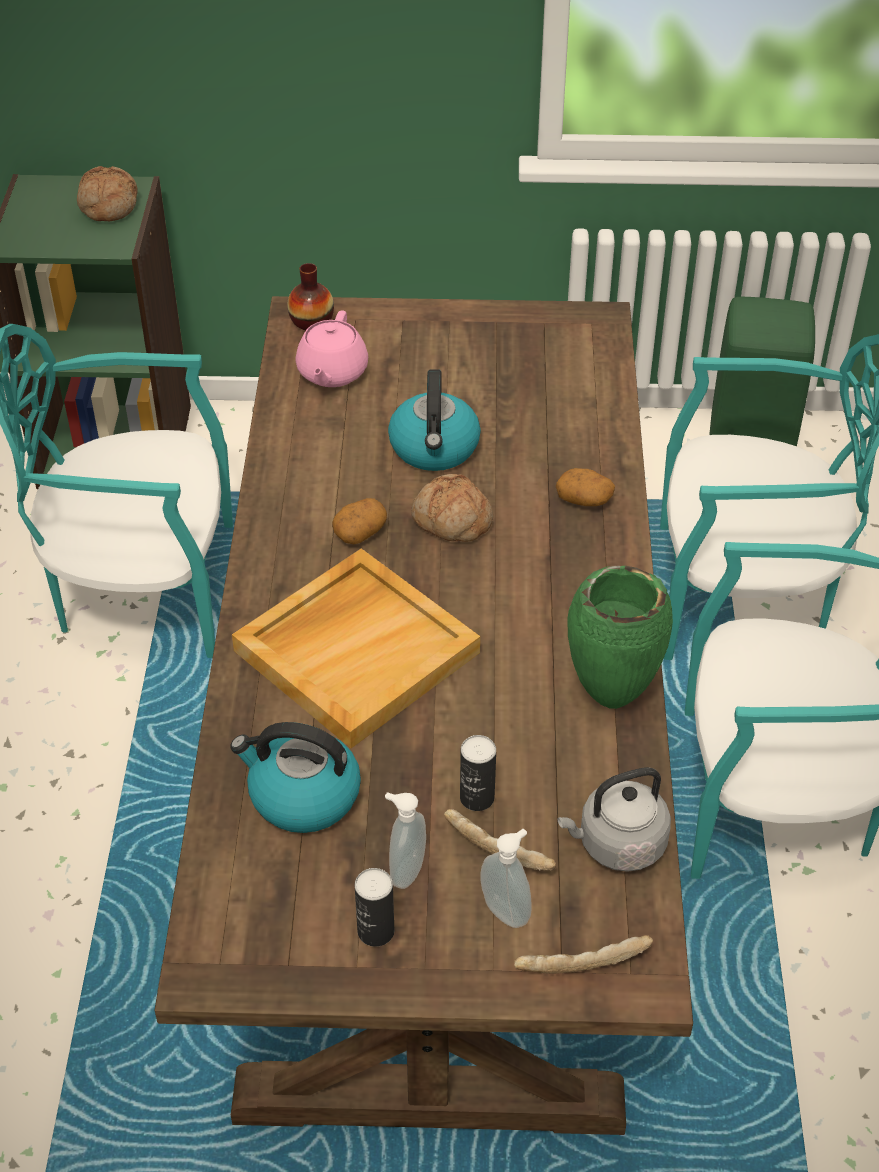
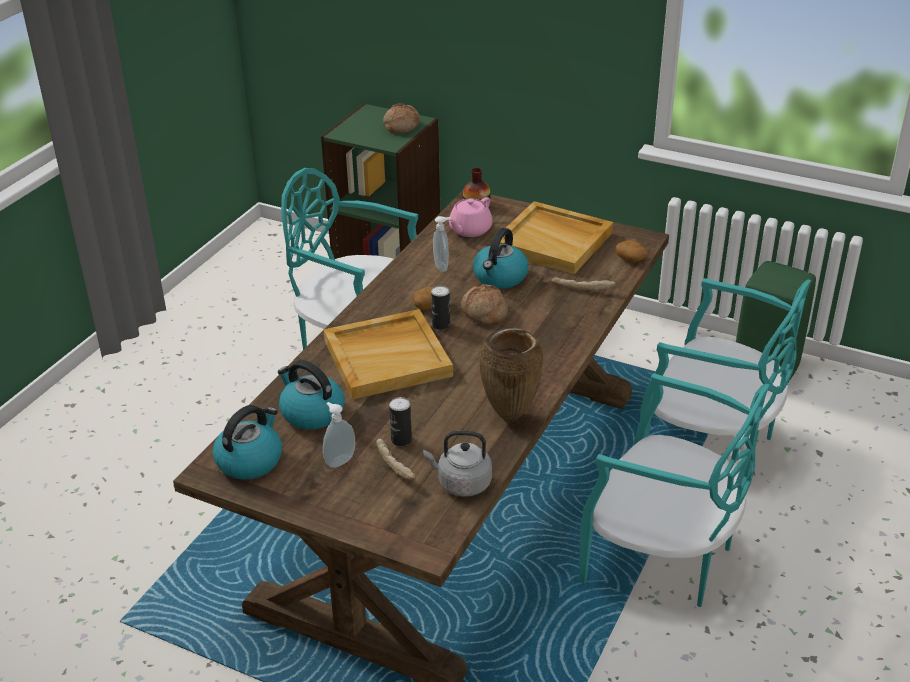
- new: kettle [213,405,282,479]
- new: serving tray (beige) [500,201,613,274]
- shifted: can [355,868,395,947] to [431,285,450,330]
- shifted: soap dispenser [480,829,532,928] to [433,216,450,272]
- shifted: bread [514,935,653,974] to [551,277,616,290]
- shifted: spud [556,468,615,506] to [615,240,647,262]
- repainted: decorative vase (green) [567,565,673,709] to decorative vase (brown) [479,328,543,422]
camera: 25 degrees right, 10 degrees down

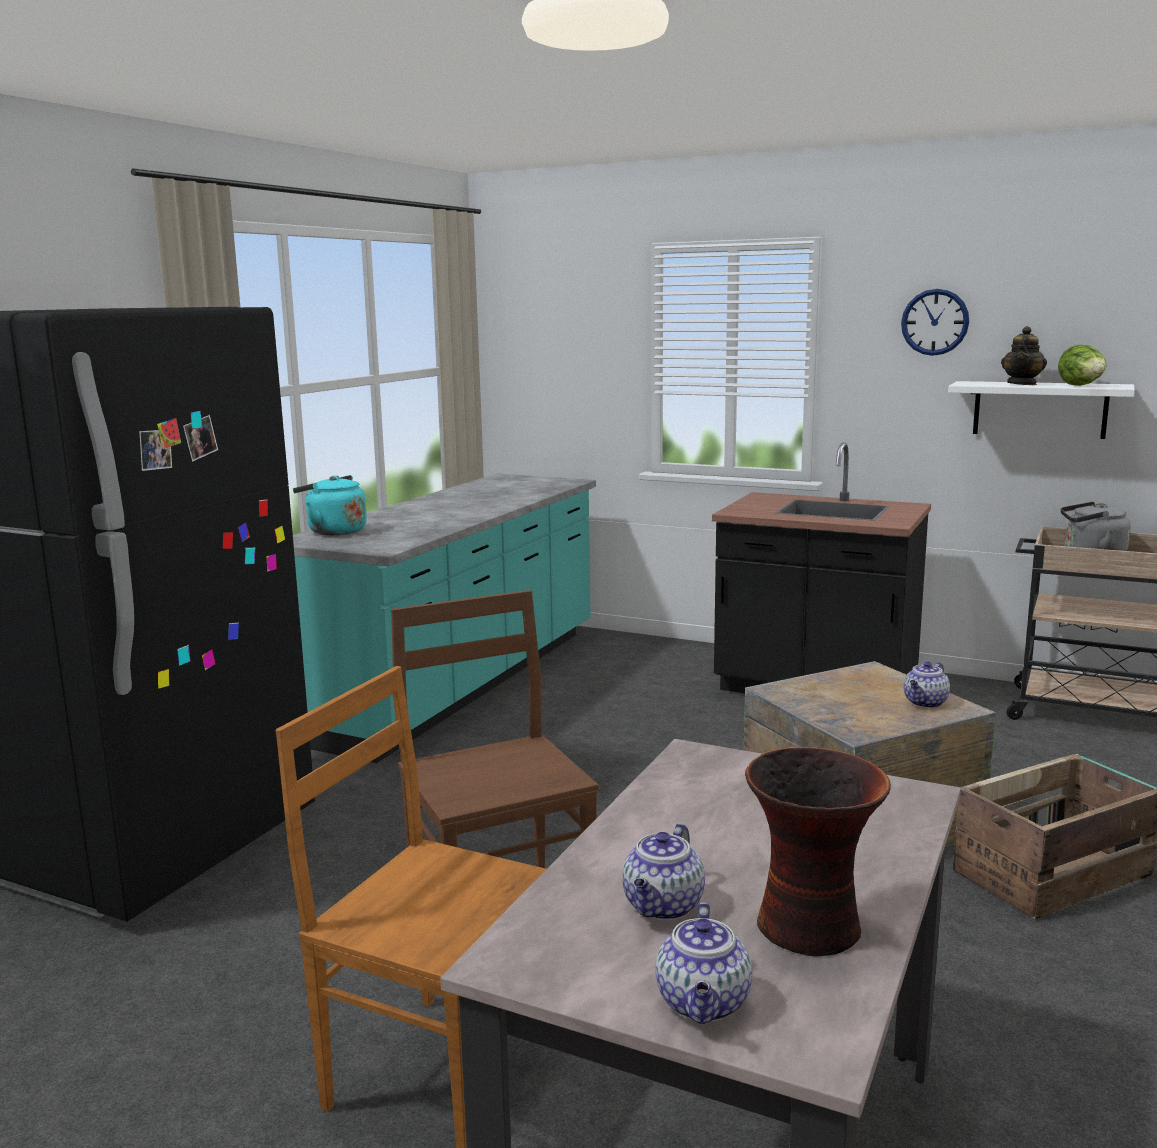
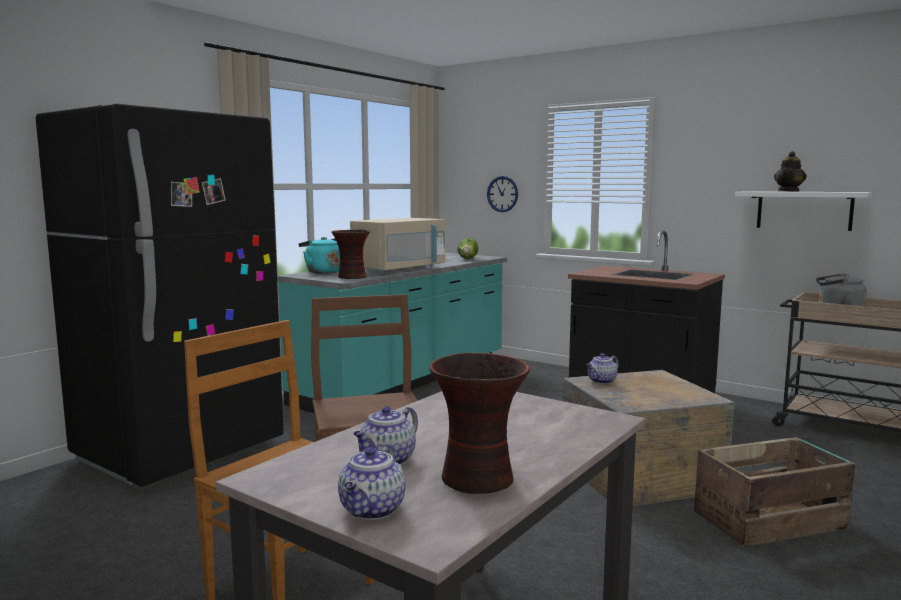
- new: decorative vase [331,229,370,279]
- new: microwave oven (beige) [350,218,445,274]
- shifted: hanging clock [901,289,969,356] to [487,176,518,212]
- shifted: pot for tea [904,661,950,708] to [586,353,619,384]
- shifted: lettuce head [1058,345,1106,386] to [457,237,478,259]
camera: 10 degrees right, 5 degrees down

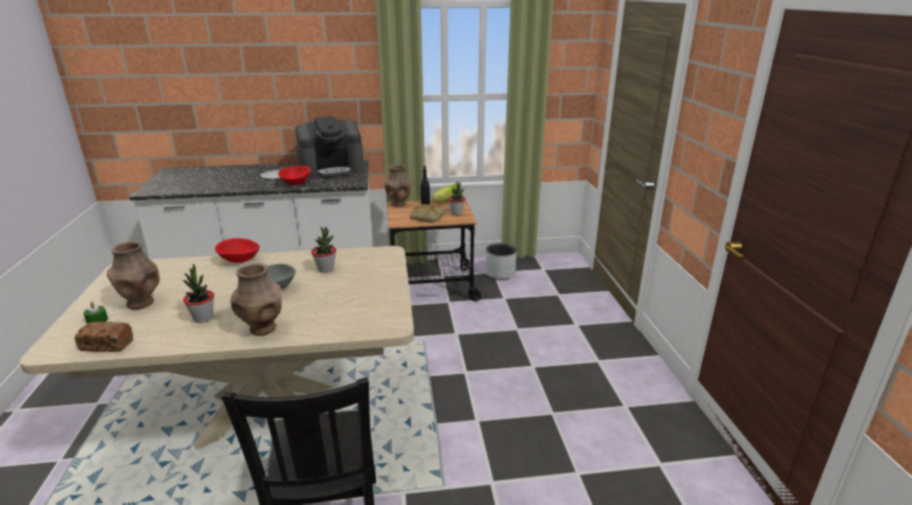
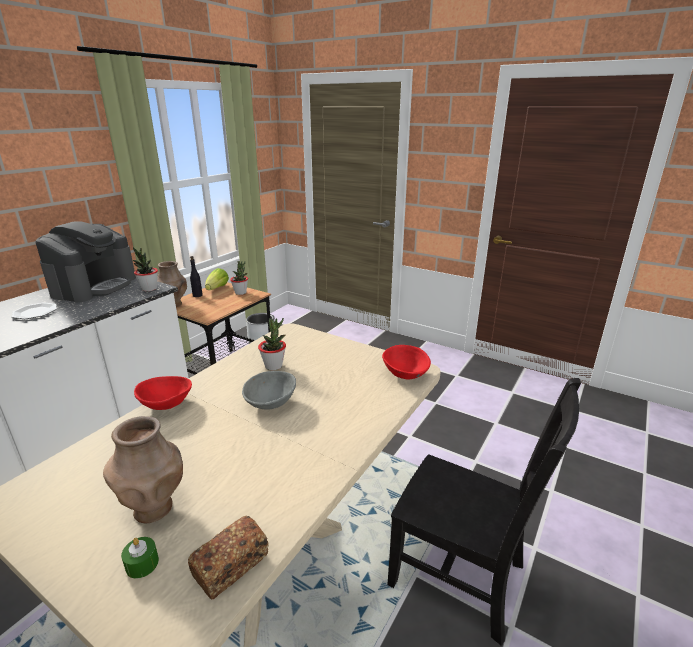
- gone: decorative vase (brown) [231,263,282,336]
- gone: bread [410,204,445,223]
- shifted: houseplant [183,264,214,323] to [133,247,158,291]
- shifted: deep dish (red) [278,166,311,185] to [382,345,431,380]
camera: 50 degrees left, 0 degrees up

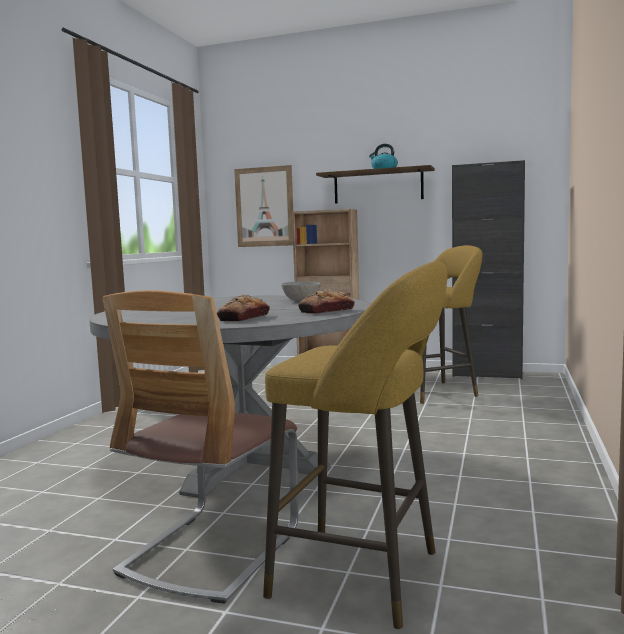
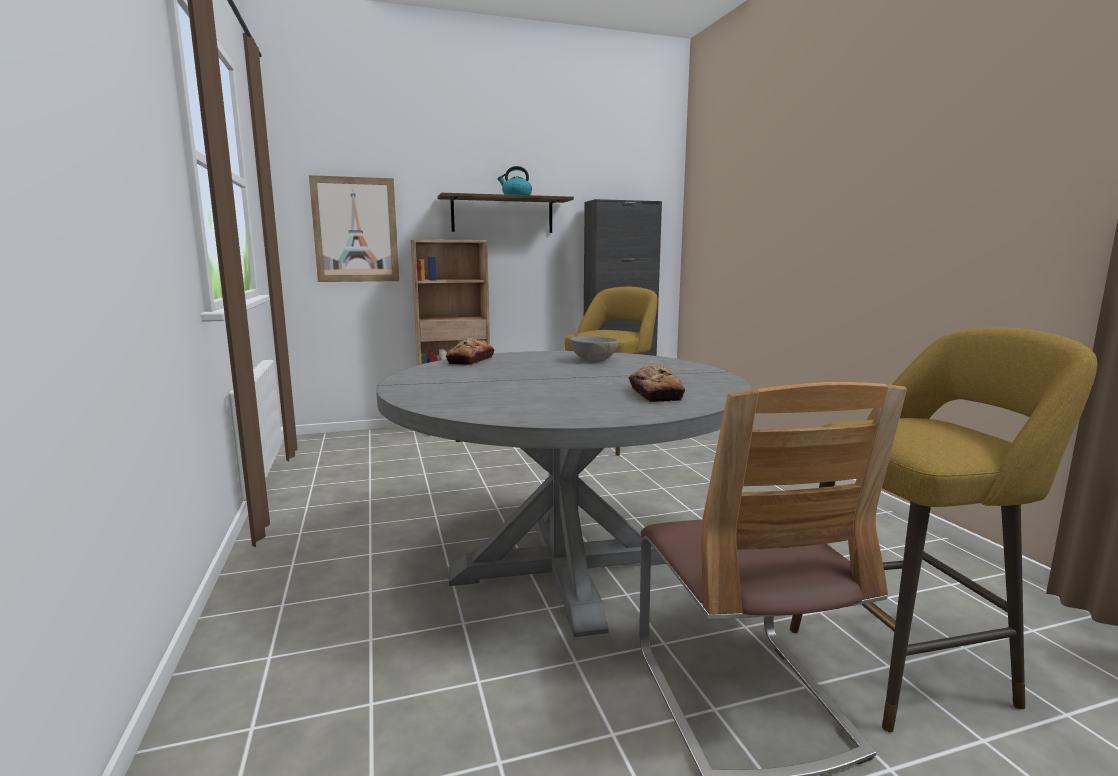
- shifted: bread [298,289,355,314] to [446,338,494,365]
camera: 35 degrees left, 5 degrees up

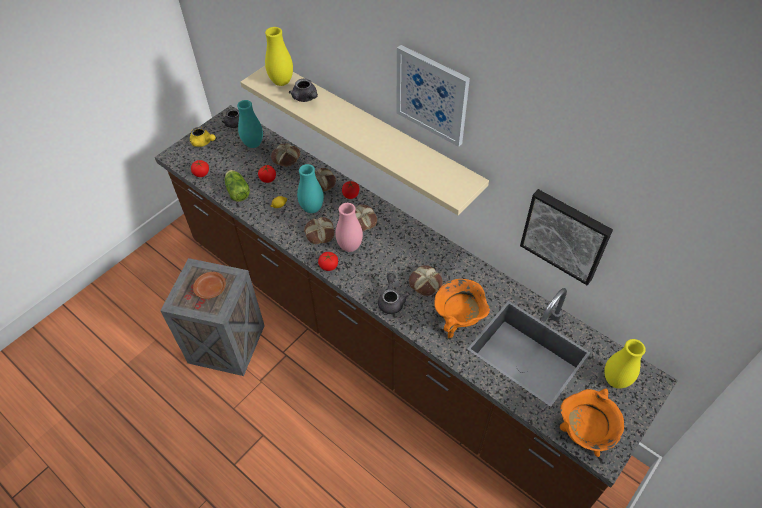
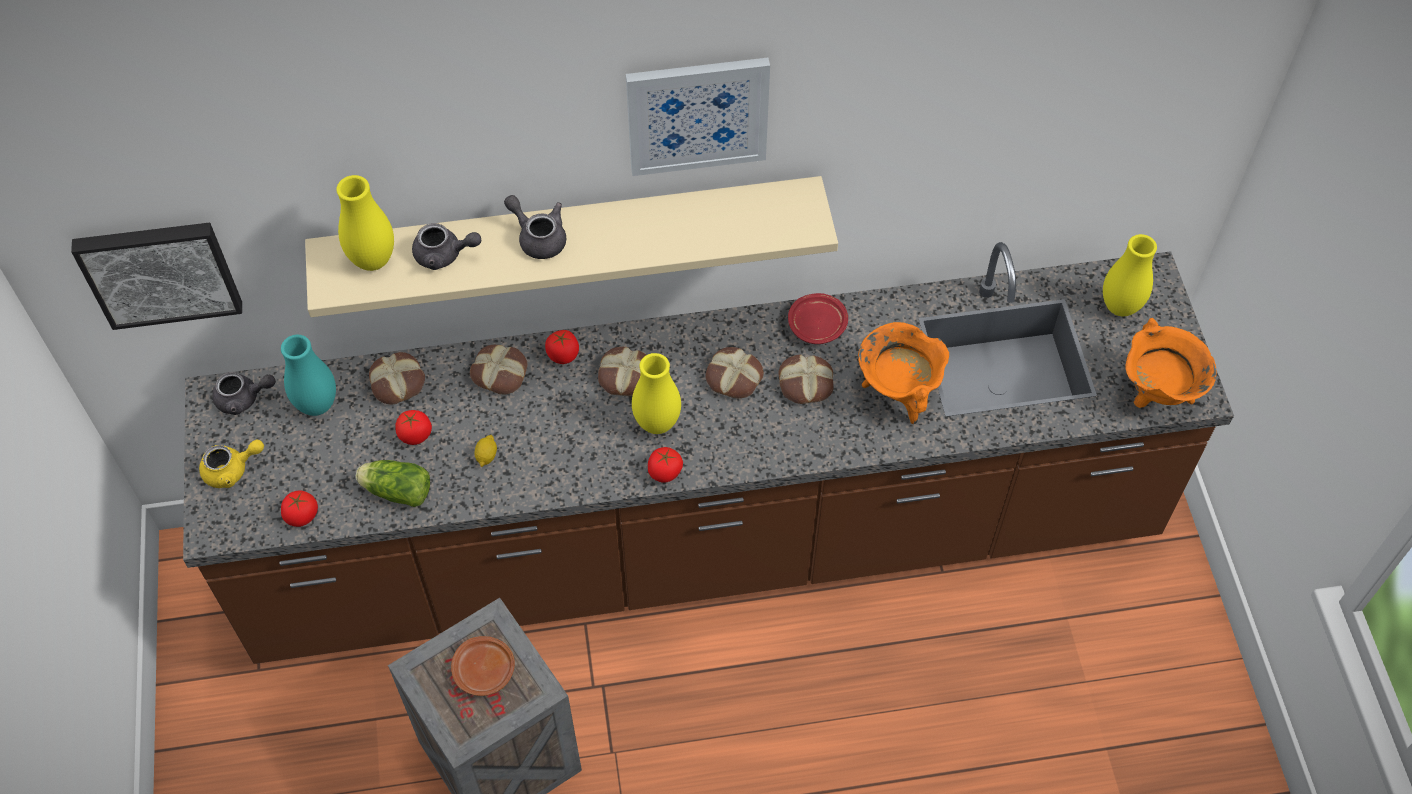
- gone: decorative vase (turquoise-coloured) [297,164,324,213]
- new: flat dish (red) [788,293,848,344]
- shifted: bread [304,217,334,244] to [705,347,764,398]
- shifted: pot for tea (gray) [378,273,410,314] to [504,195,566,259]
- shifted: picture [520,189,613,285] to [71,222,242,330]
- repainted: decorative vase (pink-coloured) [335,203,363,252] to decorative vase (yellow) [632,353,681,434]
camera: 50 degrees left, 5 degrees up

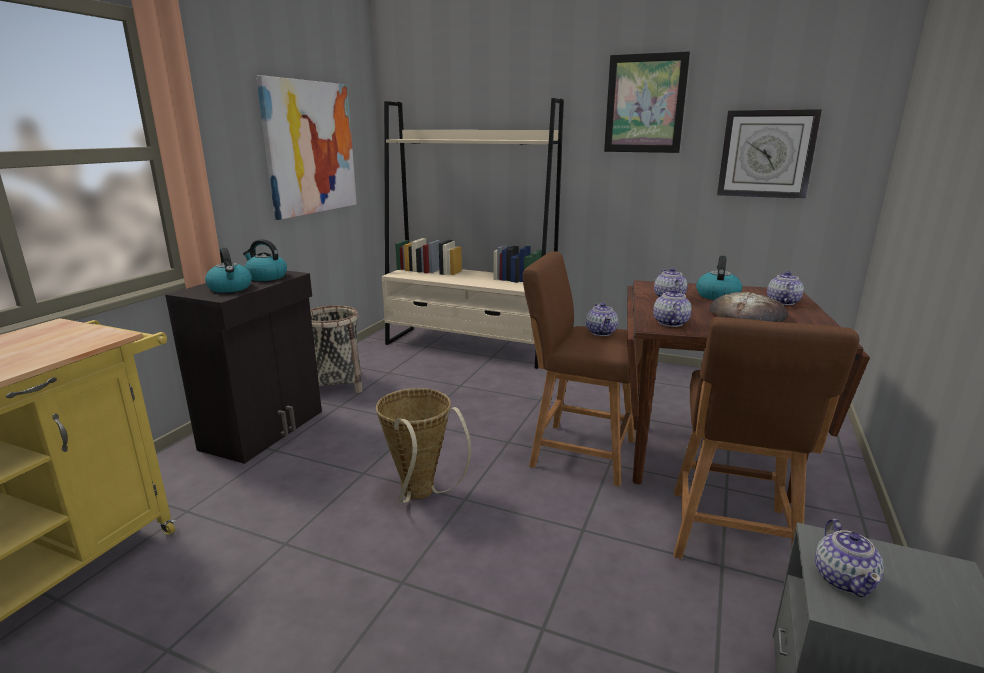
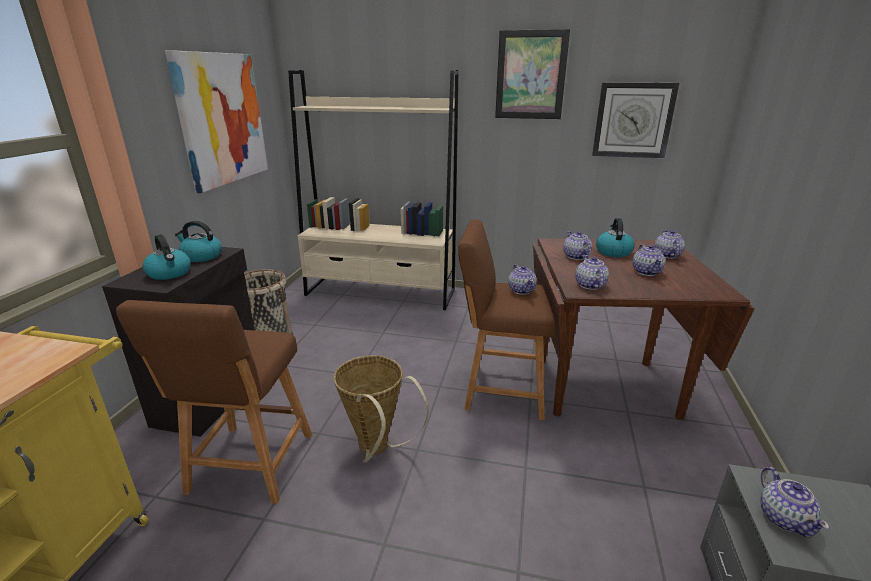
- shifted: stool seat (brown) [674,317,859,559] to [116,300,312,504]
- swapped: bread [709,292,788,322] to pot for tea [632,244,665,276]
camera: 10 degrees left, 5 degrees up

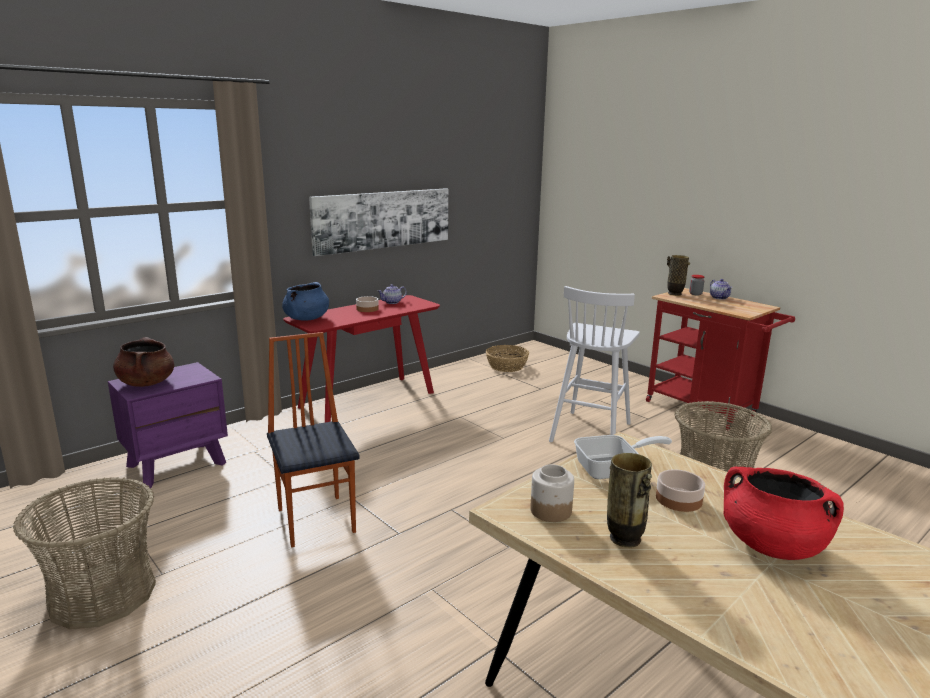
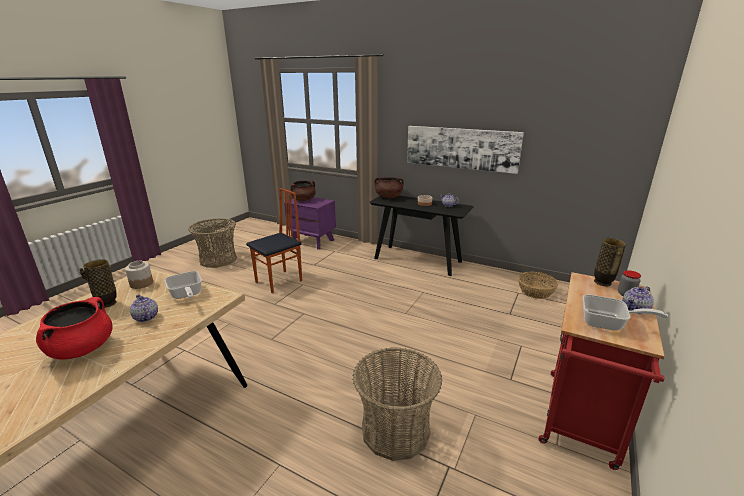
- gone: stool seat (white) [549,286,640,442]
- new: skillet [582,294,668,331]
- swapped: deep dish [656,470,705,512] to pot for tea [130,294,158,322]
- repainted: stockpot (blue) [282,282,329,321] to stockpot (brown) [374,177,404,198]
- repainted: hall table (red) [283,295,440,422] to hall table (black) [370,195,474,276]
camera: 70 degrees right, 5 degrees up

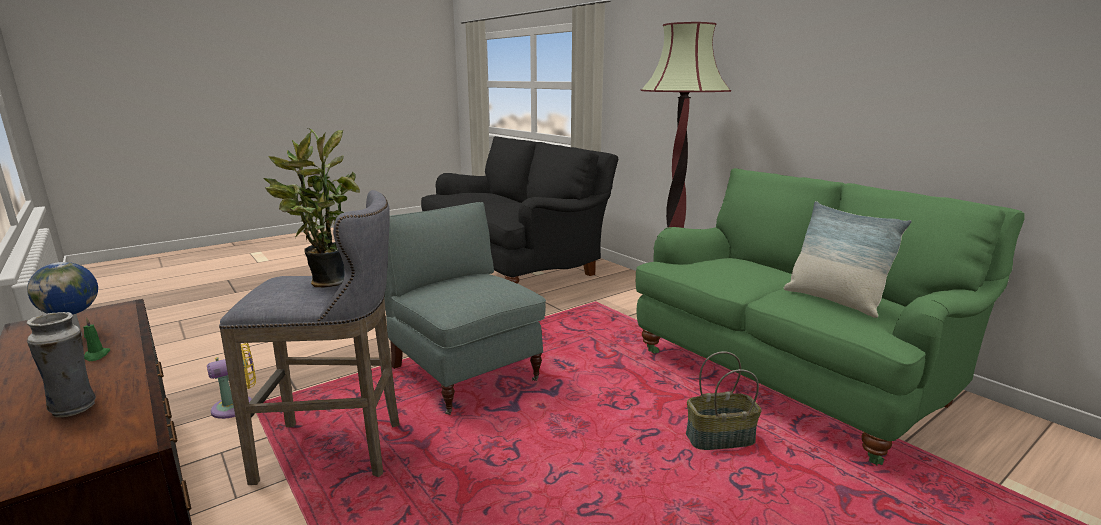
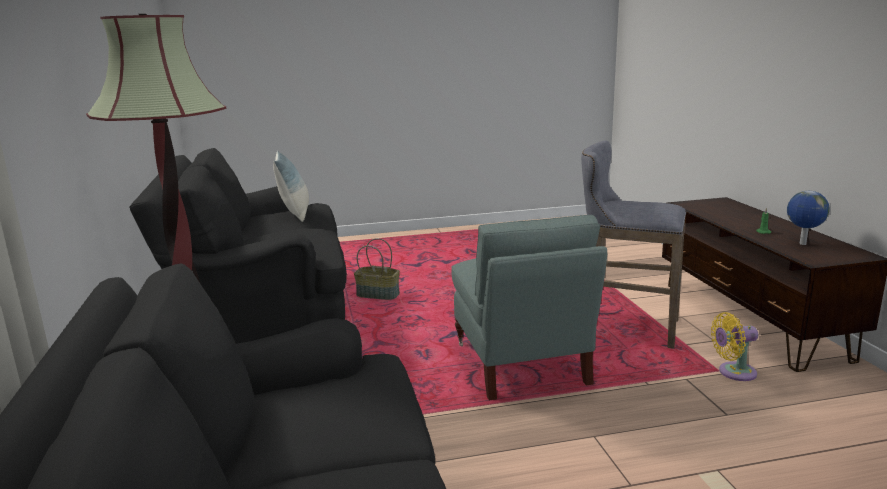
- gone: decorative vase [27,312,96,417]
- gone: houseplant [263,128,360,287]
- repainted: sofa (green) [636,168,1025,466] to sofa (black) [129,148,347,344]
camera: 155 degrees left, 0 degrees up

